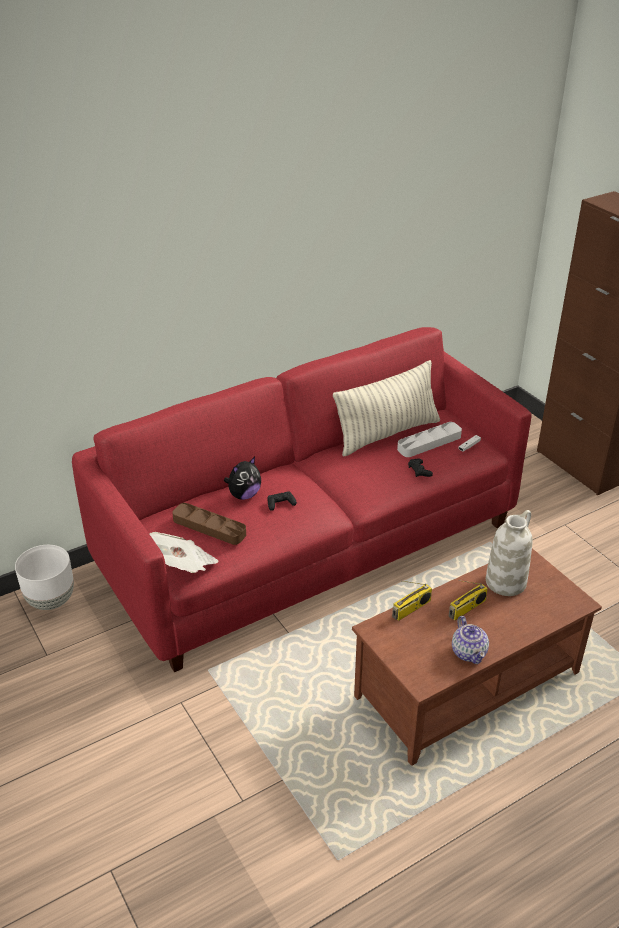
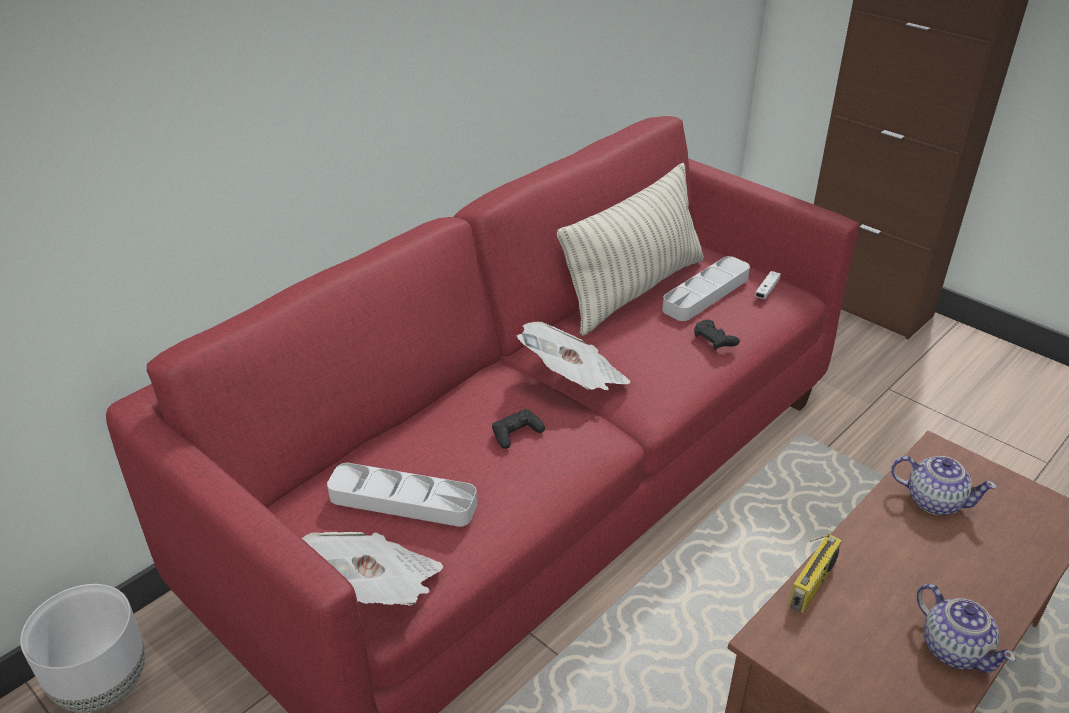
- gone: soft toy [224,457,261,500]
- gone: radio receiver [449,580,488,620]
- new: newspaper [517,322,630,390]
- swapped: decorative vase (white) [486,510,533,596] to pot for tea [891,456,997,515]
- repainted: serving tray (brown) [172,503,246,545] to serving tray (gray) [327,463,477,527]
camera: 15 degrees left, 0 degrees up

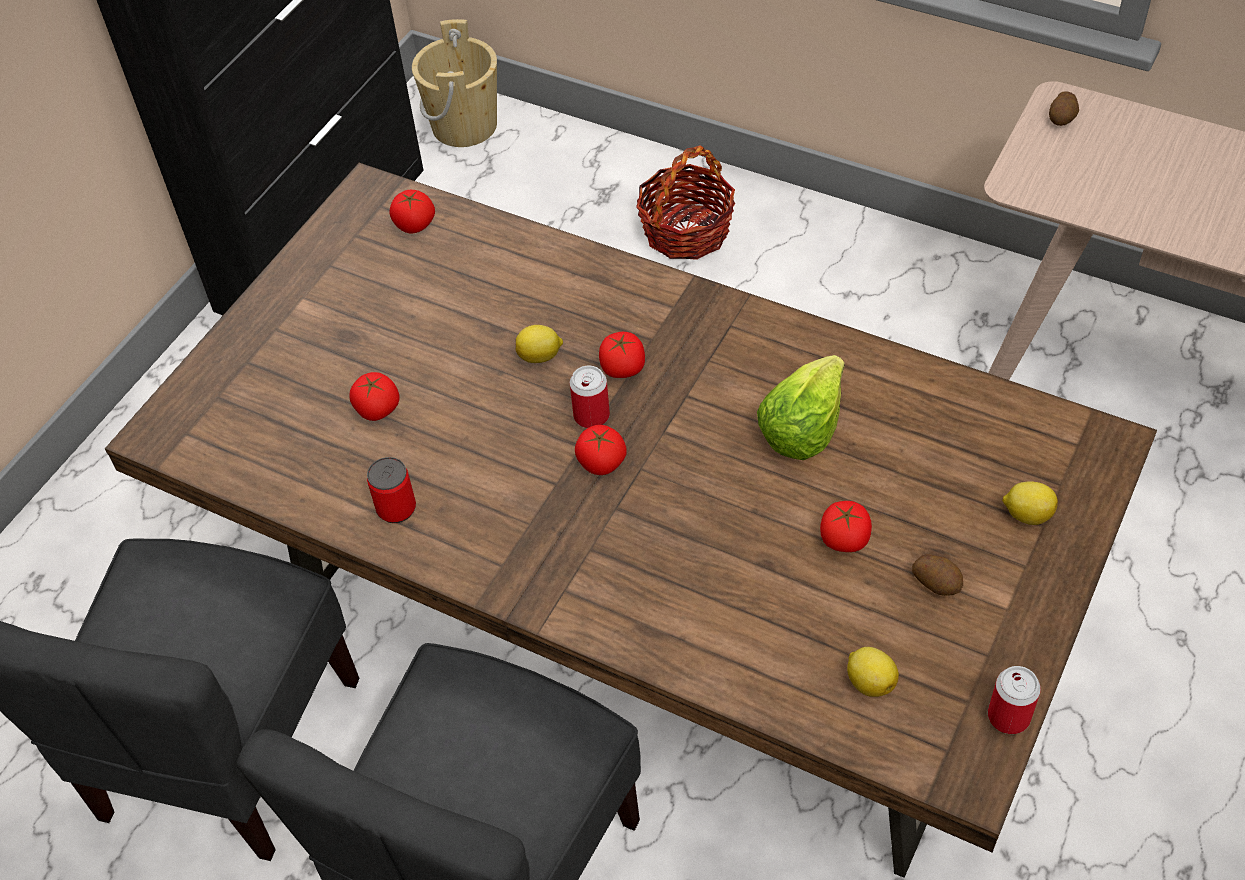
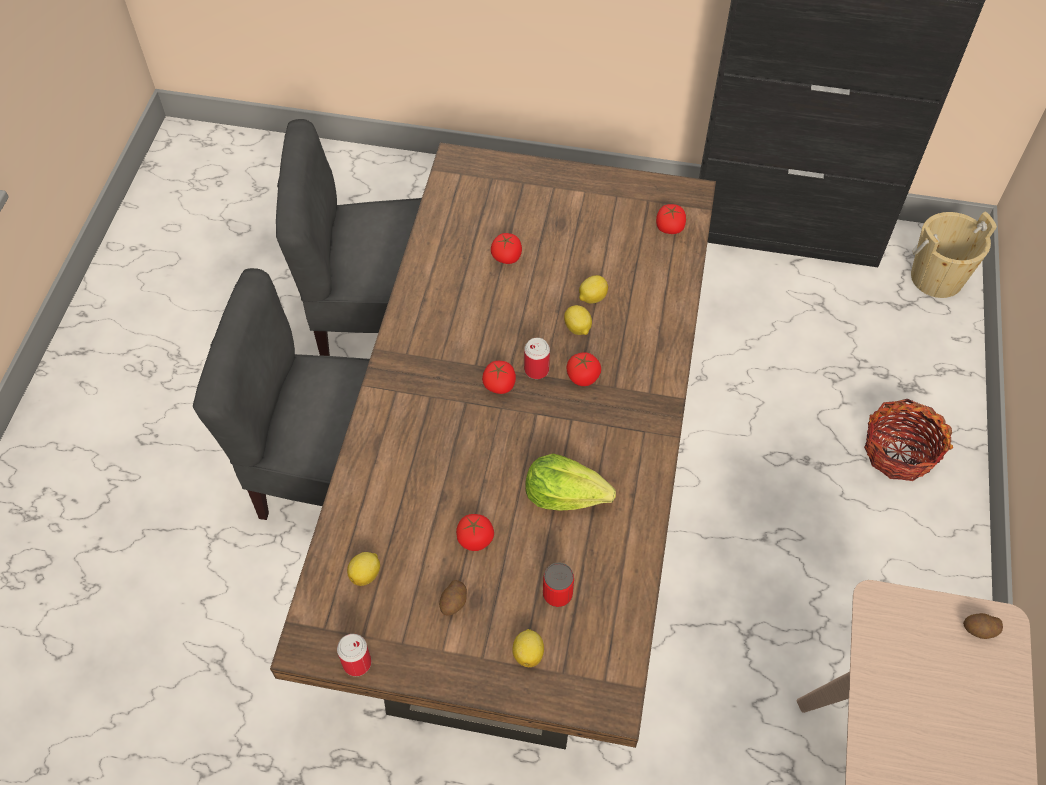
- new: citrus fruit [579,275,608,304]
- shifted: can [367,457,416,523] to [543,563,574,607]
camera: 70 degrees right, 5 degrees up

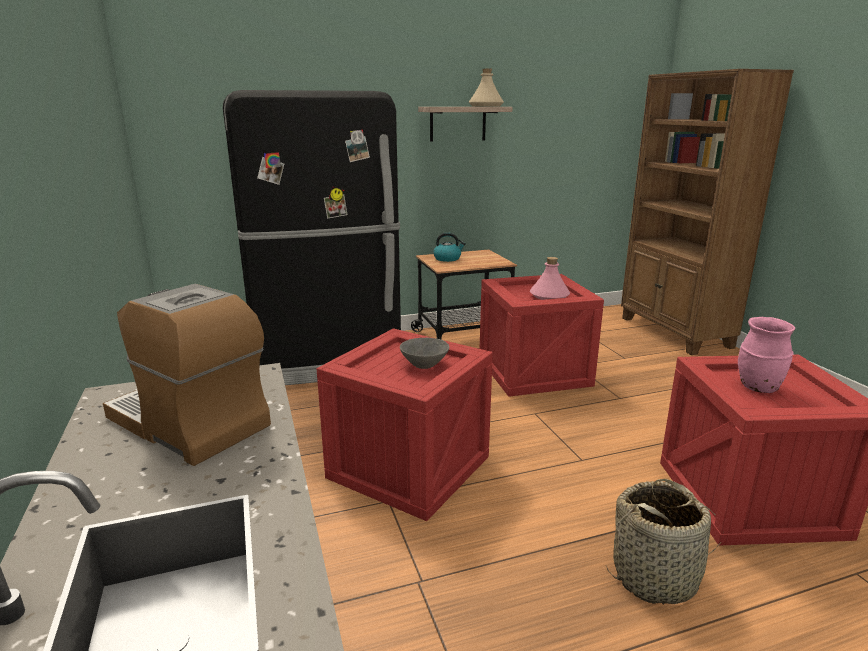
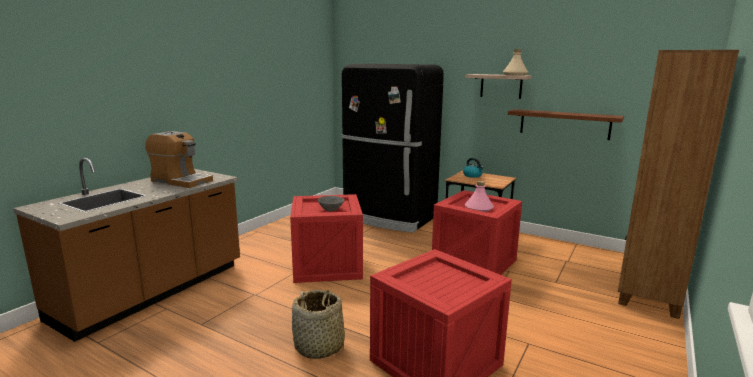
- gone: decorative vase (pink-coloured) [738,317,795,393]
- new: bracket shelf (brown) [508,109,624,140]
- rotated: coffee maker [103,284,271,466] = [145,131,213,188] 120 degrees clockwise
camera: 50 degrees right, 5 degrees down

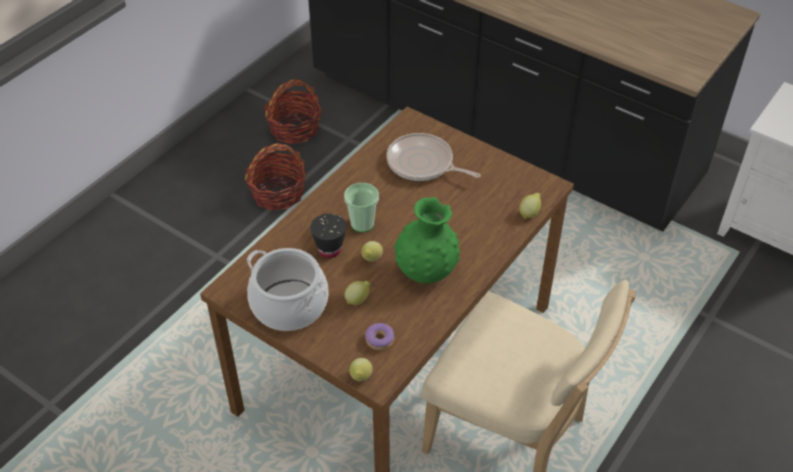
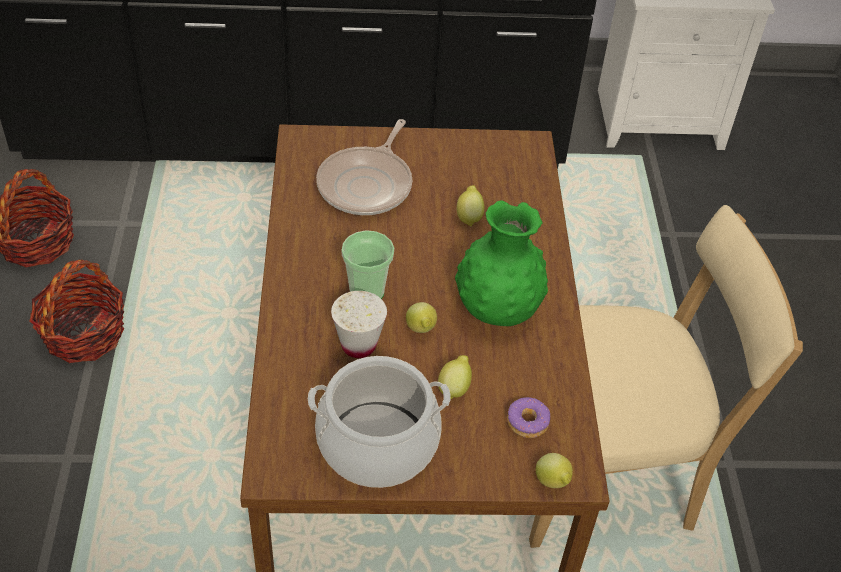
- shifted: citrus fruit [519,193,541,219] to [456,185,484,227]
- repainted: cup (black) [310,214,346,258] to cup (white) [331,291,387,358]
- rotated: skillet [386,133,481,181] = [316,119,412,215] 60 degrees counterclockwise
camera: 40 degrees left, 0 degrees up

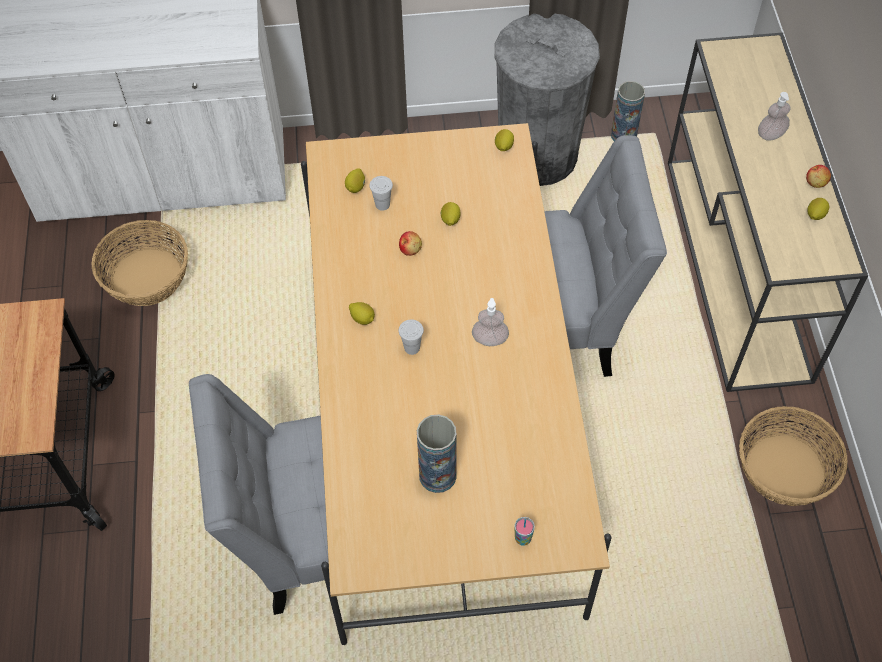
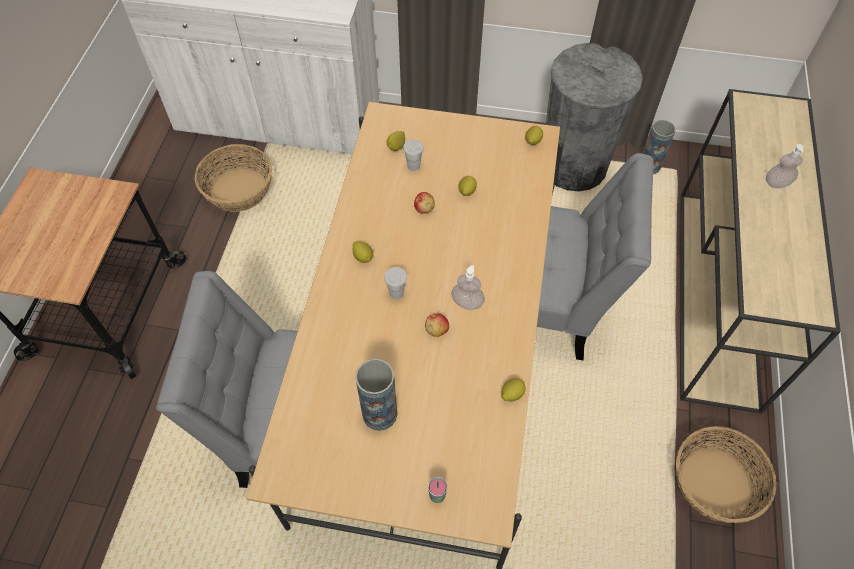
- shifted: apple fruit [806,165,831,188] to [425,314,449,337]
- shifted: citrus fruit [807,198,829,220] to [501,378,526,401]
camera: 15 degrees right, 0 degrees up

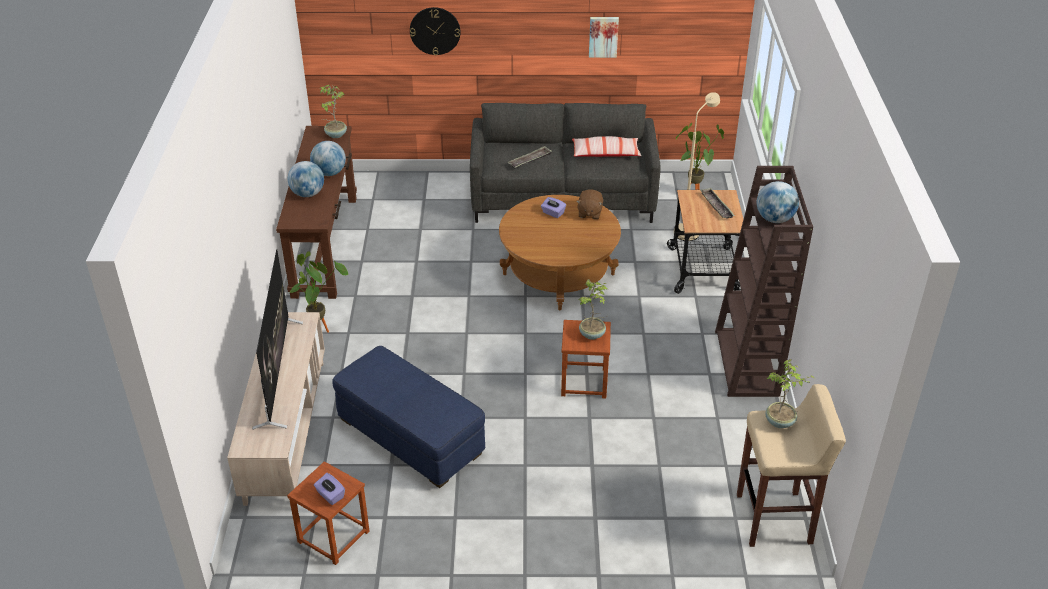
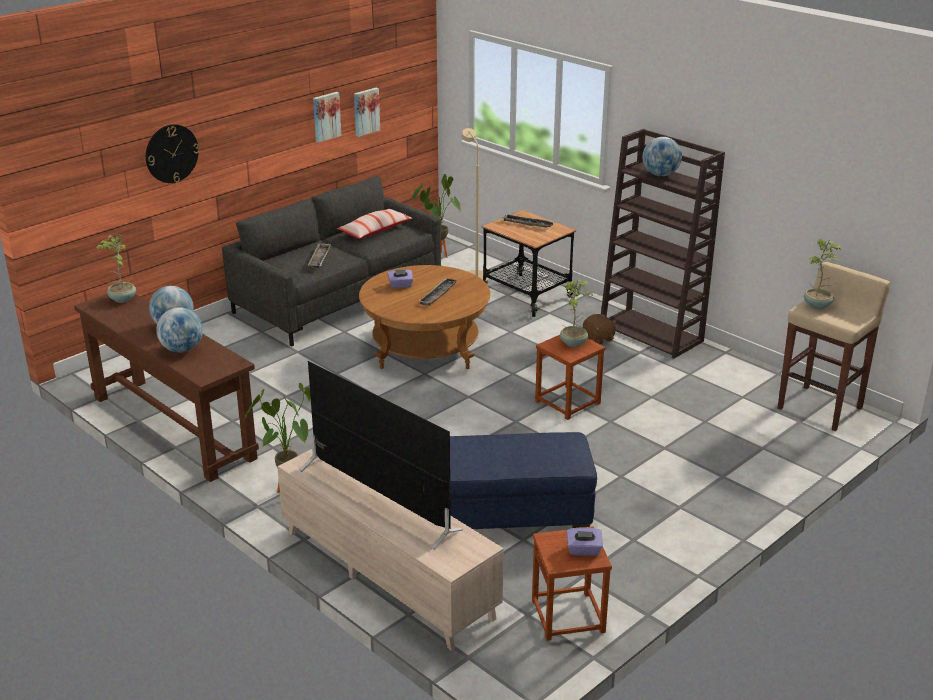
- new: picture [354,88,380,137]
- new: serving tray [419,278,457,306]
- shifted: soft toy (brown) [576,189,603,219] to [583,314,617,345]
camera: 45 degrees left, 10 degrees down

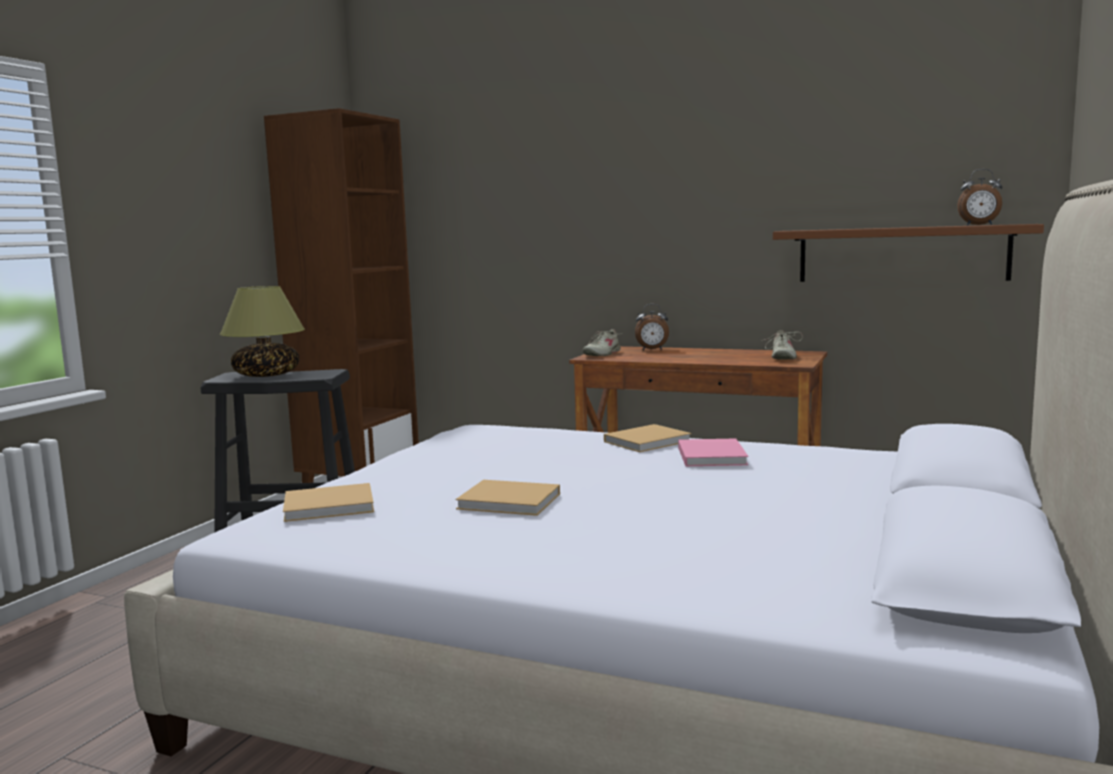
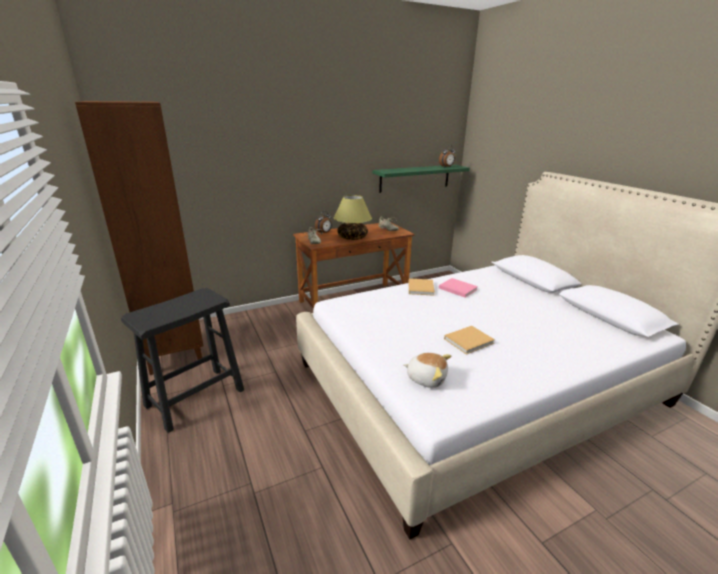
- shifted: tabletop lamp [220,286,305,377] to [334,195,372,240]
- swapped: volume (beige) [283,483,374,522] to soft toy [403,353,451,388]
- repainted: bracket shelf (brown) [773,224,1044,282] to bracket shelf (green) [373,165,470,193]
camera: 50 degrees left, 15 degrees up

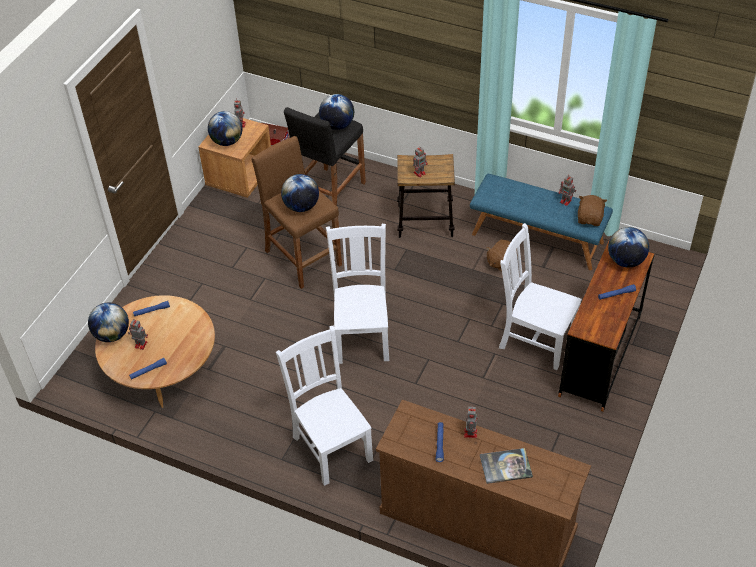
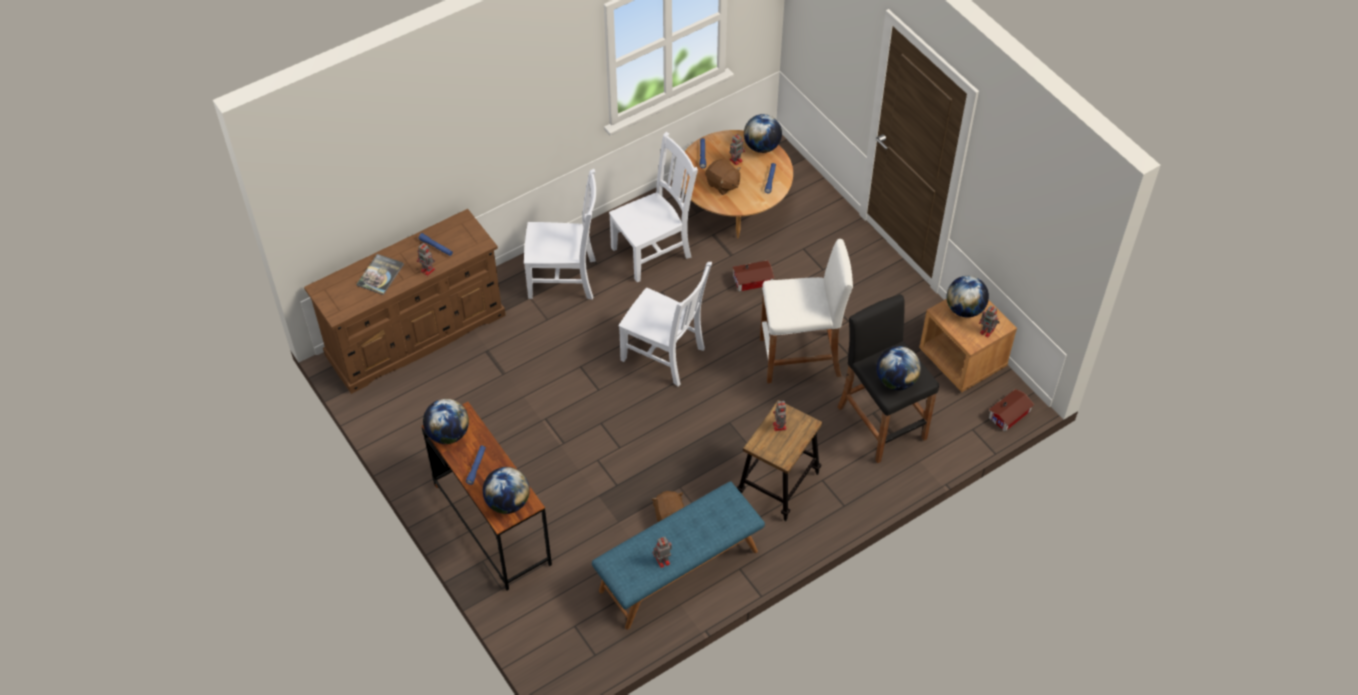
- new: model house [732,260,774,292]
- shifted: globe [281,174,319,212] to [423,399,469,444]
- shifted: upright chair (white) [499,223,582,370] to [609,132,698,282]
- shifted: soft toy (brown) [578,195,607,226] to [705,159,741,195]
- repainted: stool seat (brown) [251,136,342,289] to stool seat (white) [760,239,853,384]
camera: 120 degrees right, 5 degrees up

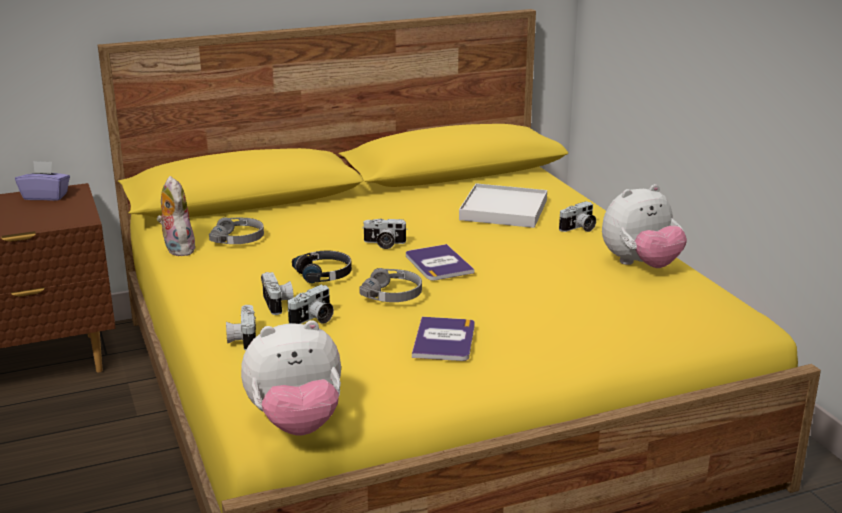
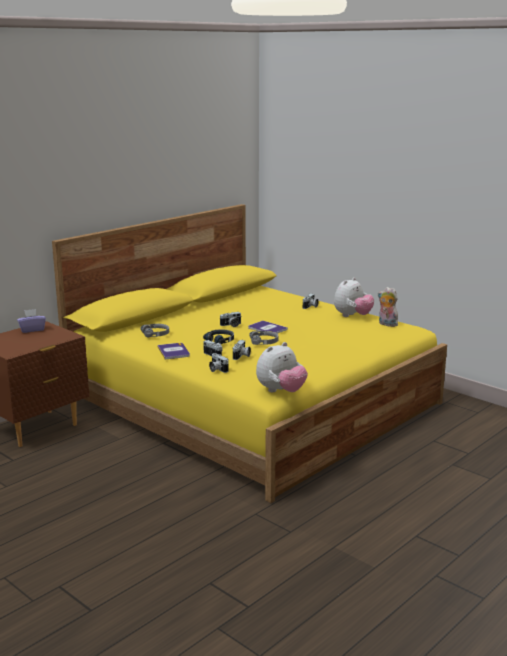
- gone: serving tray (white) [459,183,547,228]
- shifted: soft toy [157,176,198,256] to [378,287,398,327]
- shifted: volume [412,317,475,361] to [158,343,190,360]
camera: 25 degrees left, 5 degrees down

